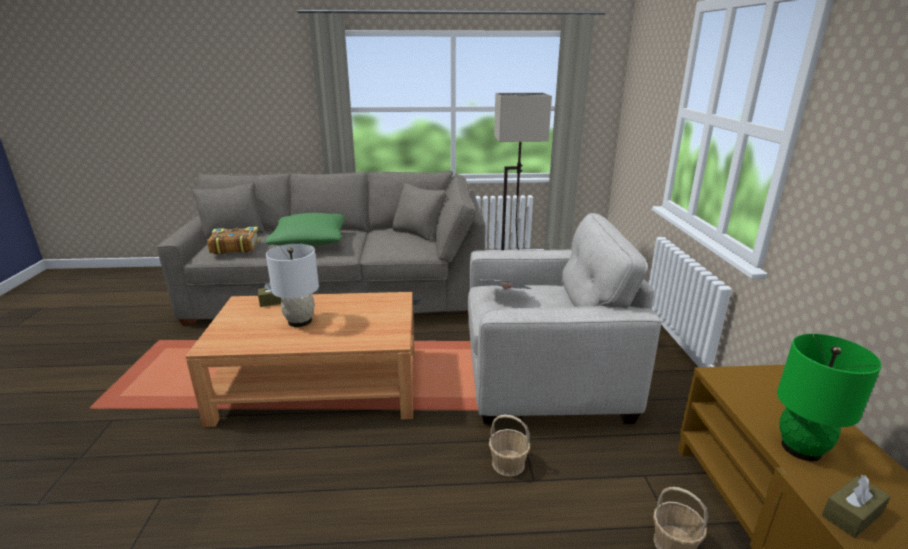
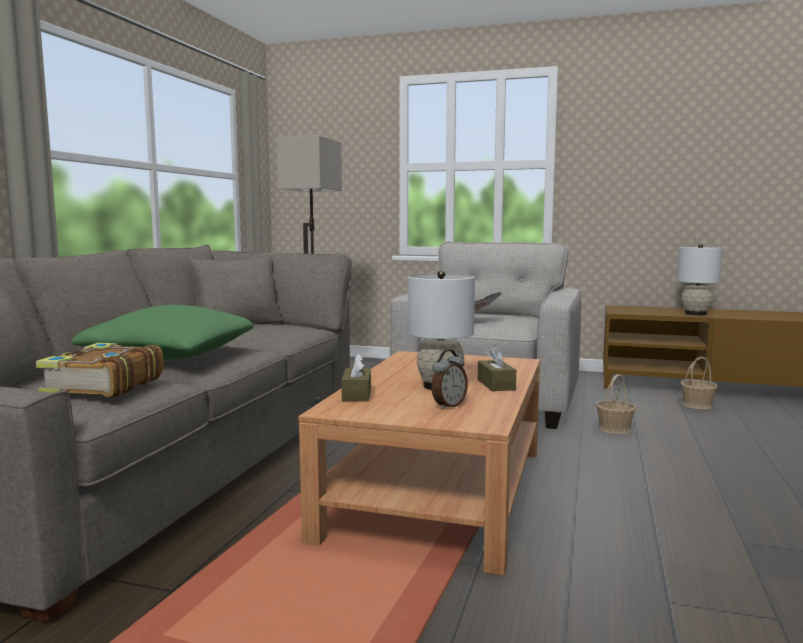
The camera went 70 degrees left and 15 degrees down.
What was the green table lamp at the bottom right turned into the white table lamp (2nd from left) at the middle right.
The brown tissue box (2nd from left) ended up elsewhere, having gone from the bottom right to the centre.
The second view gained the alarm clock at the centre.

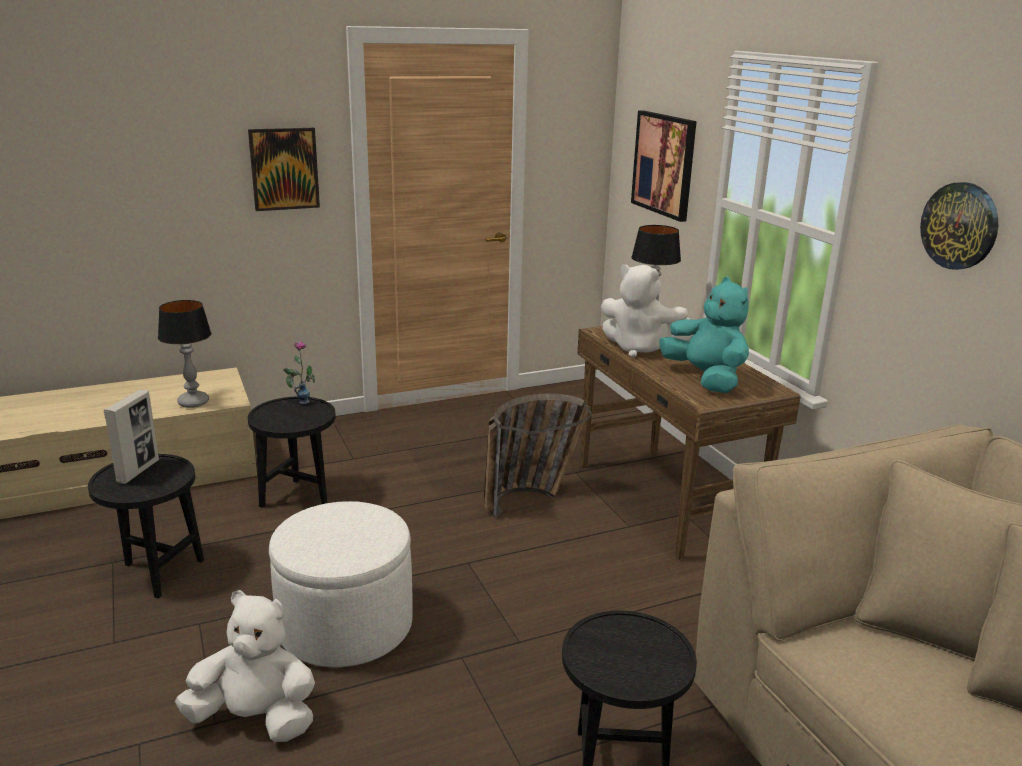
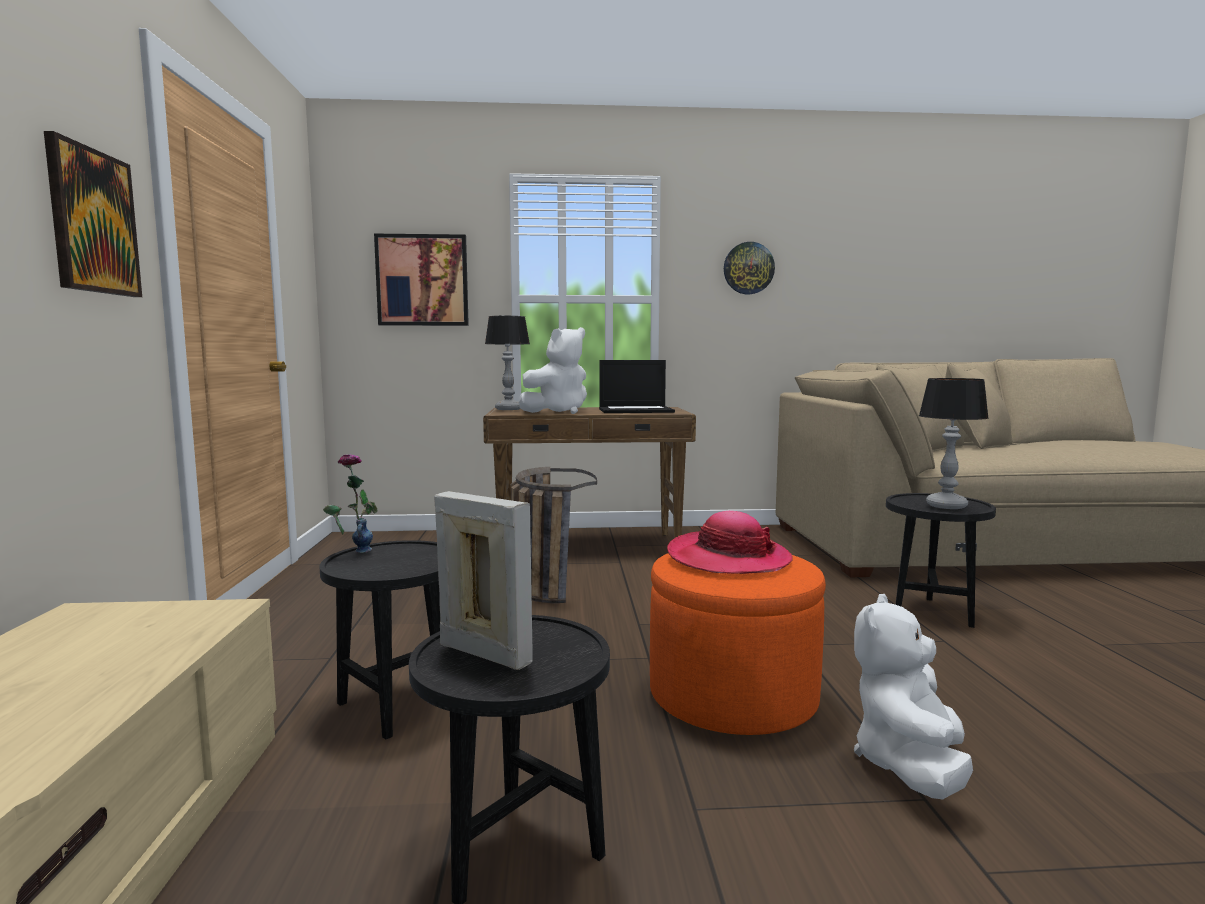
The camera went 70 degrees left and 15 degrees down.
The table lamp (1st from left in the first image) ended up elsewhere, having gone from the middle left to the middle right.
What was the white ottoman at the bottom centre turned into the orange ottoman at the bottom centre.
Where the turquoise plush toy stood at the middle right, the laptop came to stand at the centre.
The second view gained the hat at the centre.

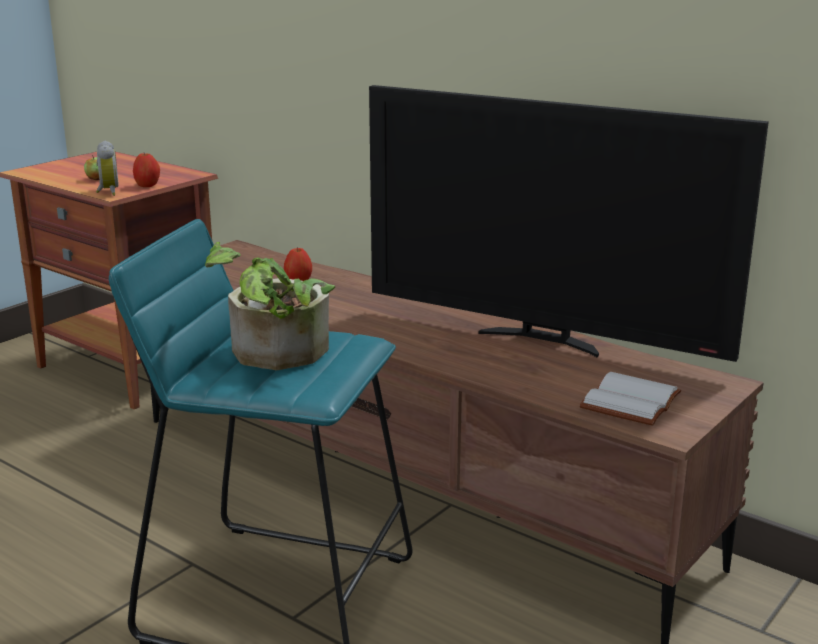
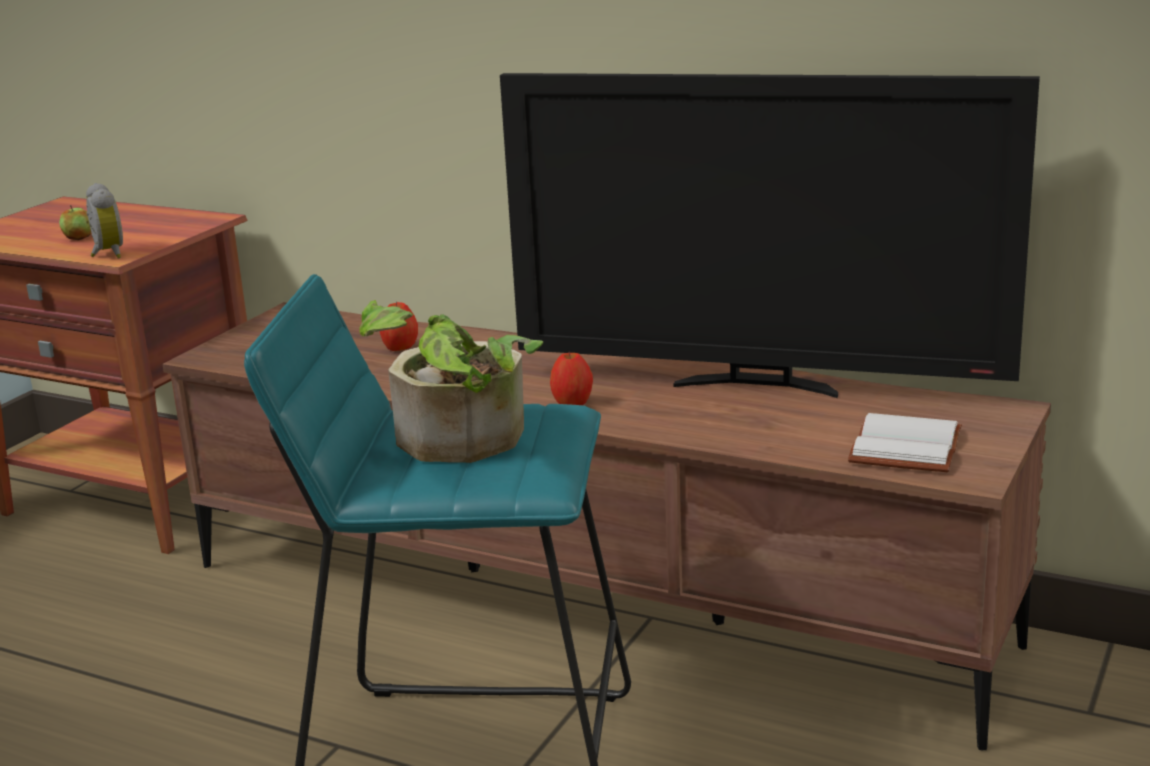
The camera went 10 degrees left and 0 degrees up.
The apple (2nd from left in the first image) ended up elsewhere, having gone from the top left to the centre.

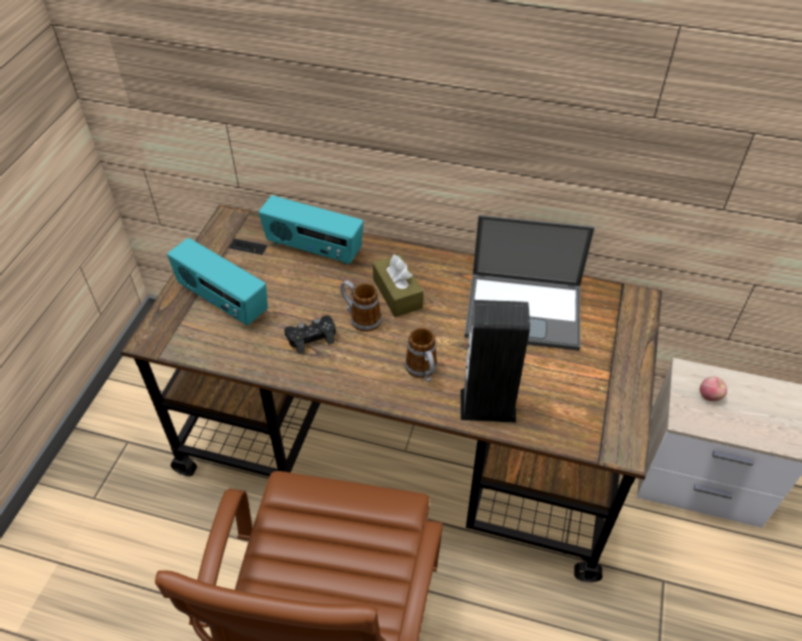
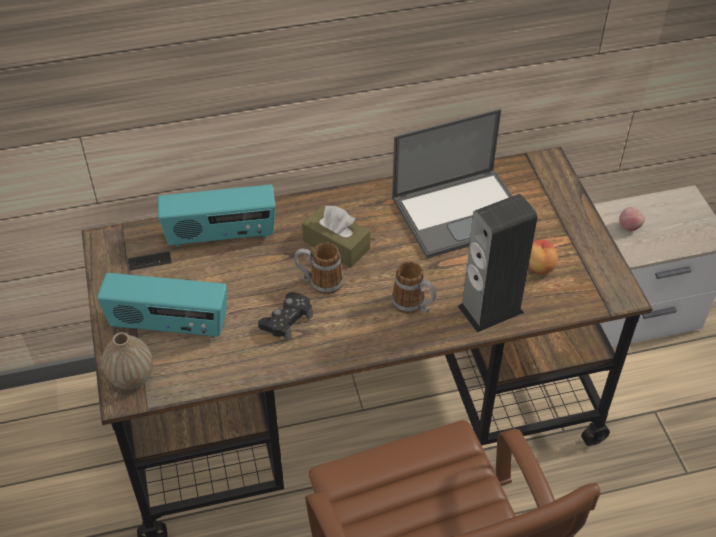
The camera went 30 degrees left and 0 degrees up.
The second view gained the vase at the bottom left.
The second view gained the apple (1st from left) at the middle right.

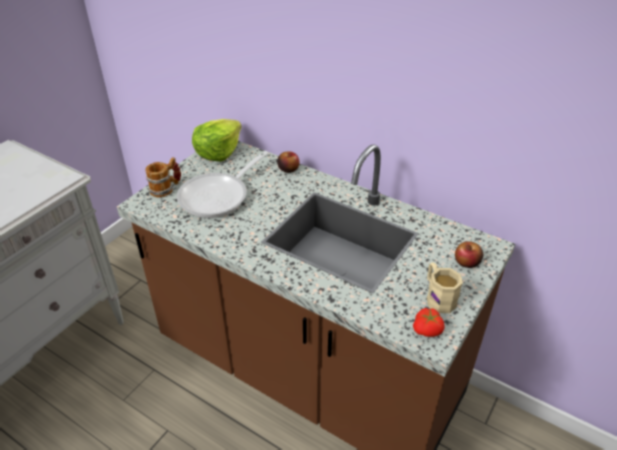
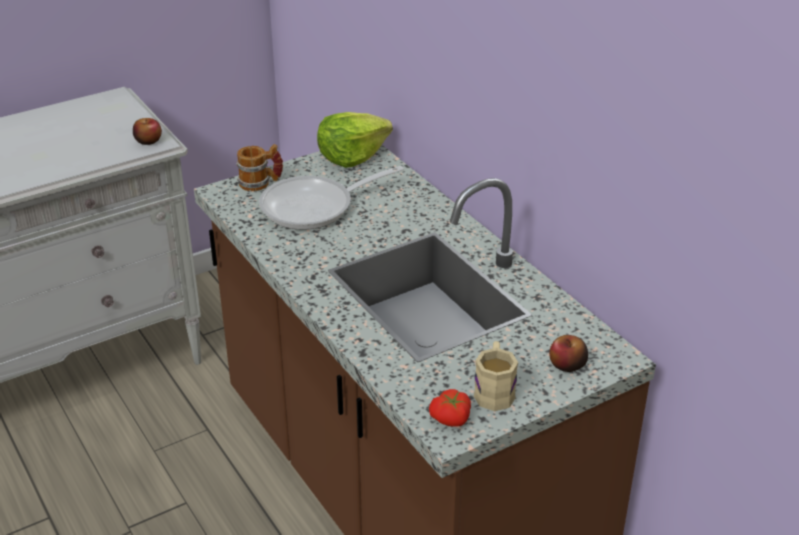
The camera went 25 degrees right and 5 degrees down.
The apple (1st from left) ended up elsewhere, having gone from the centre to the top left.

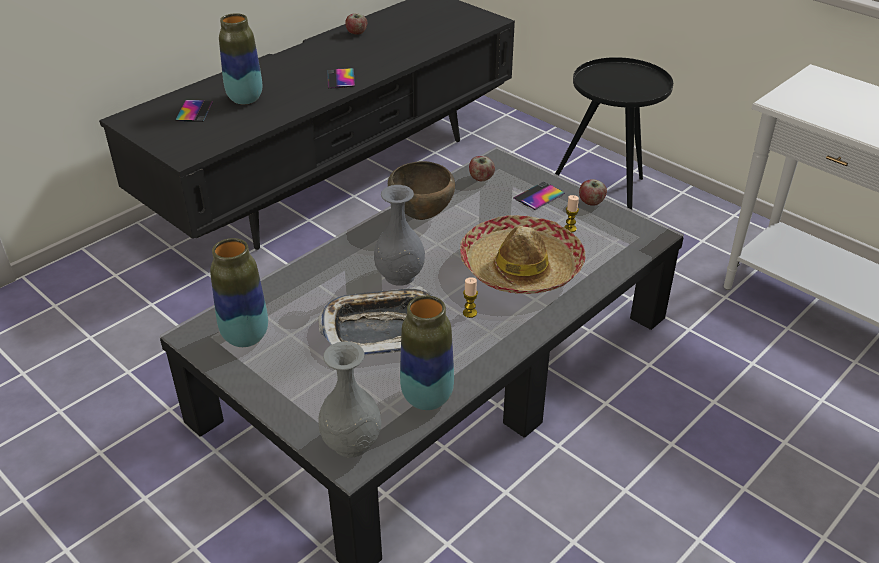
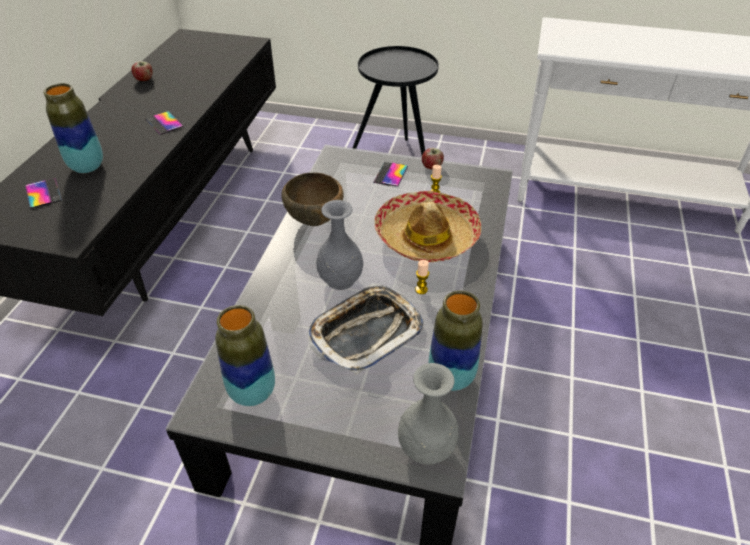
The camera went 30 degrees left and 5 degrees up.
The second view lost the apple (2nd from left) at the top centre.

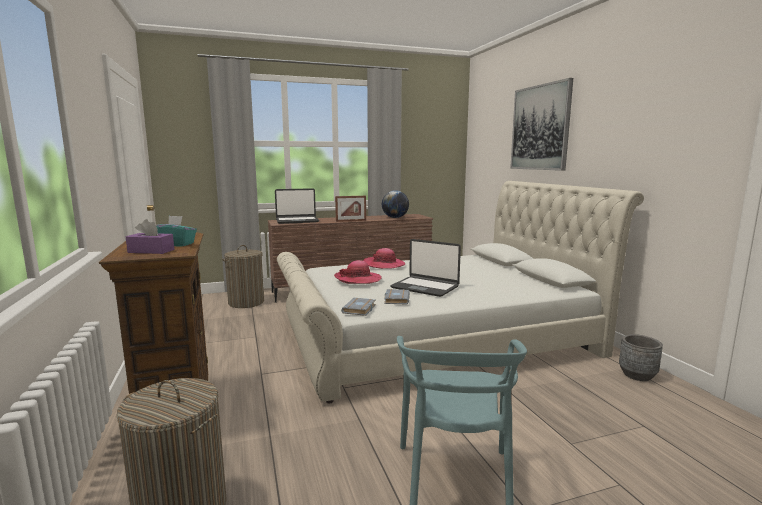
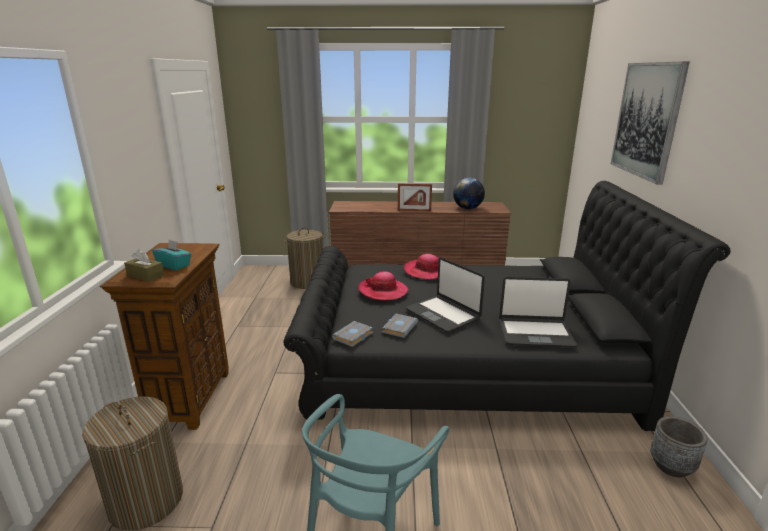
The camera went 20 degrees right and 10 degrees up.
What was the purple tissue box at the middle left turned into the brown tissue box at the middle left.
The laptop (1st from left in the first image) ended up elsewhere, having gone from the centre to the middle right.
What was the beige bed at the centre turned into the black bed at the centre.

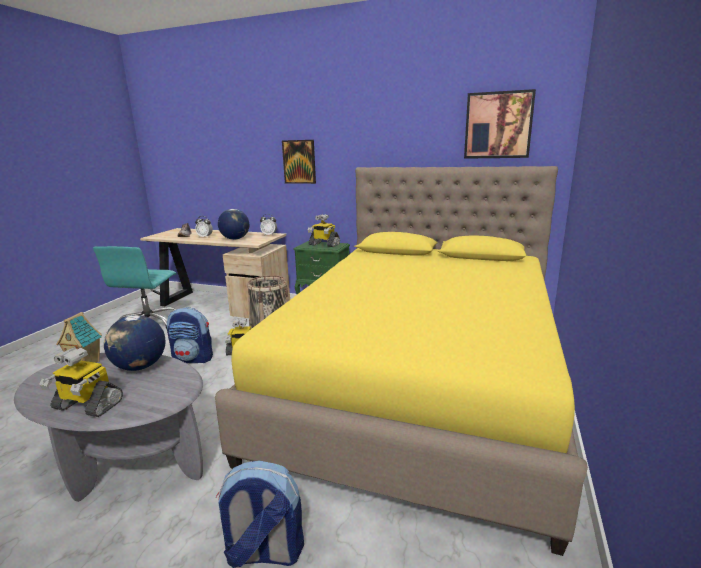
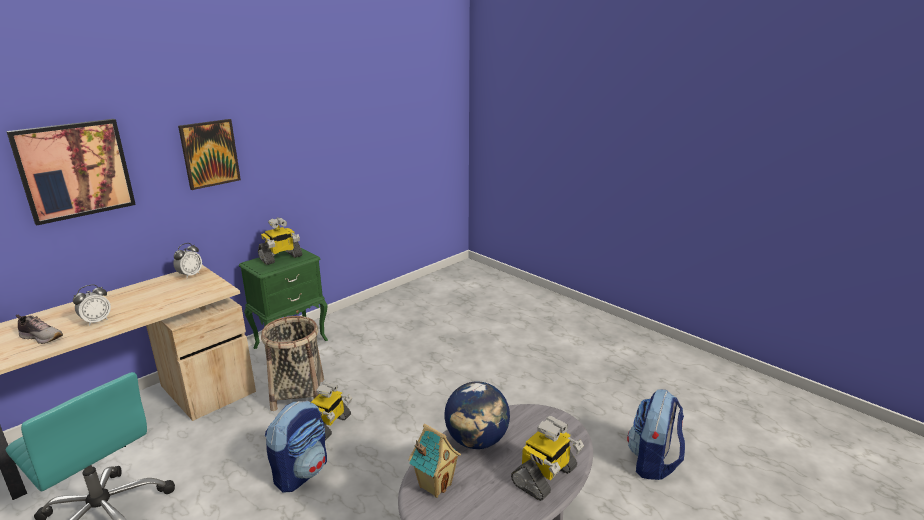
The camera went 65 degrees left and 5 degrees up.
The second view lost the yellow bed at the centre.
The second view lost the globe (2nd from left) at the middle left.
The picture (2nd from left in the first image) ended up elsewhere, having gone from the top right to the top left.

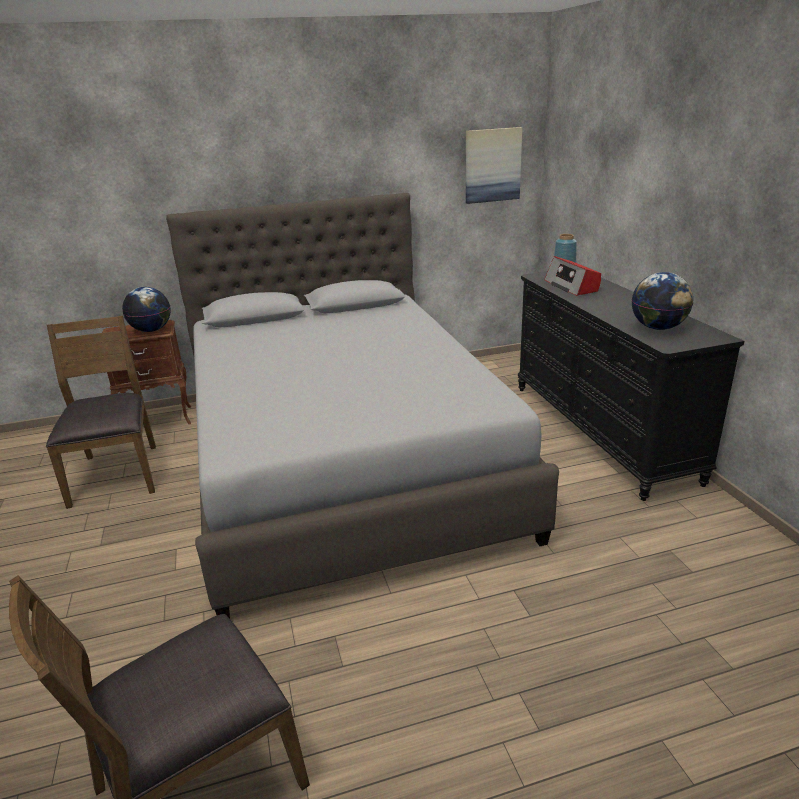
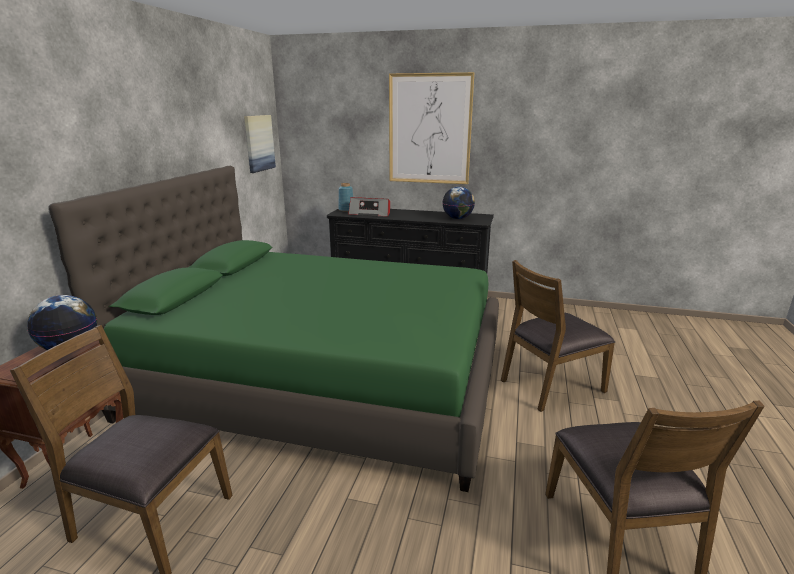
The camera went 60 degrees left and 5 degrees down.
What was the grey bed at the centre turned into the green bed at the centre.
The second view gained the picture (2nd from left) at the top centre.
The second view gained the brown chair (2nd from left) at the middle right.

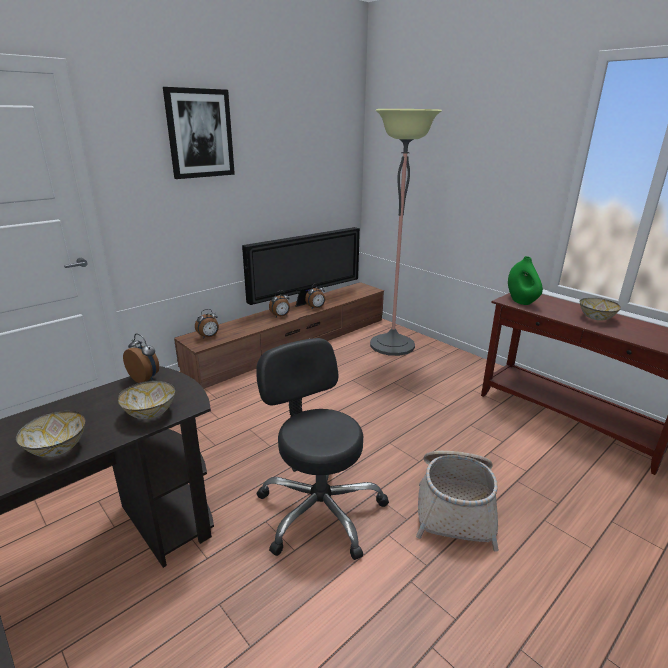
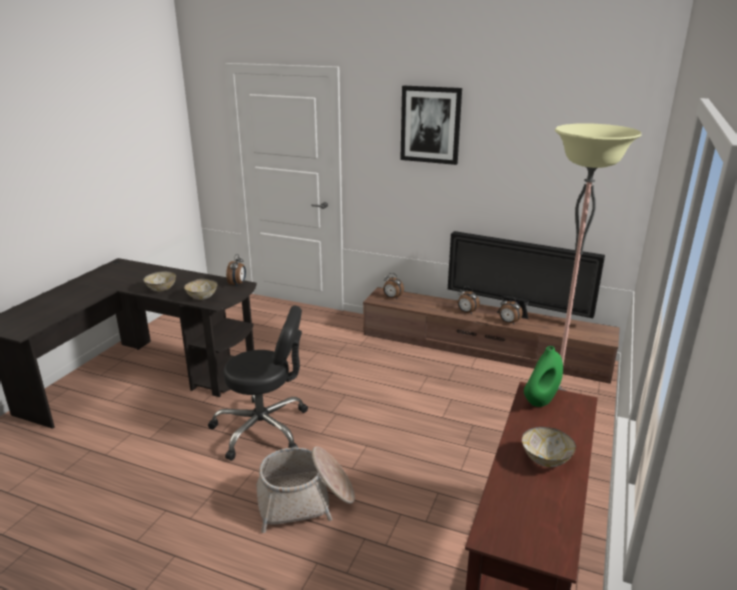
The camera went 65 degrees right and 0 degrees up.
The black office chair at the bottom centre ended up facing another way, 60 degrees clockwise from before.

